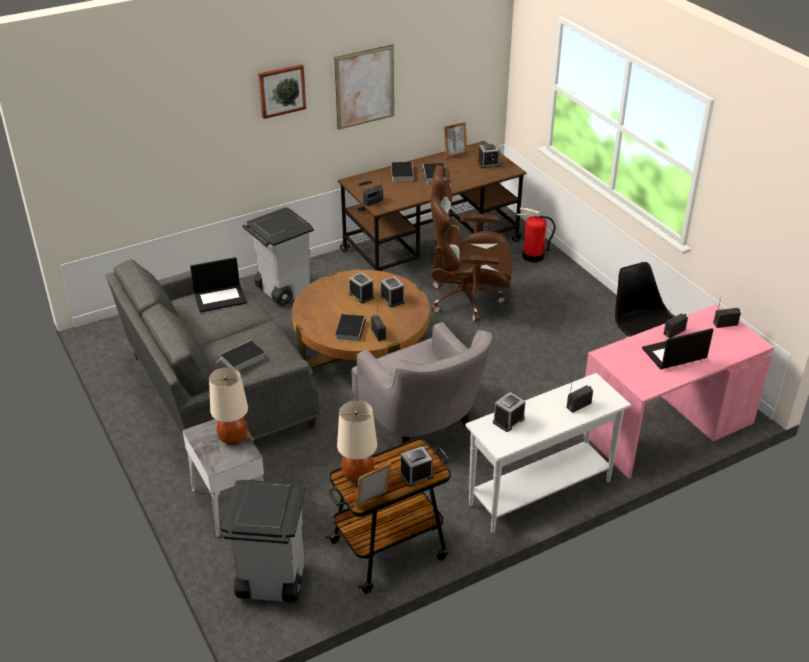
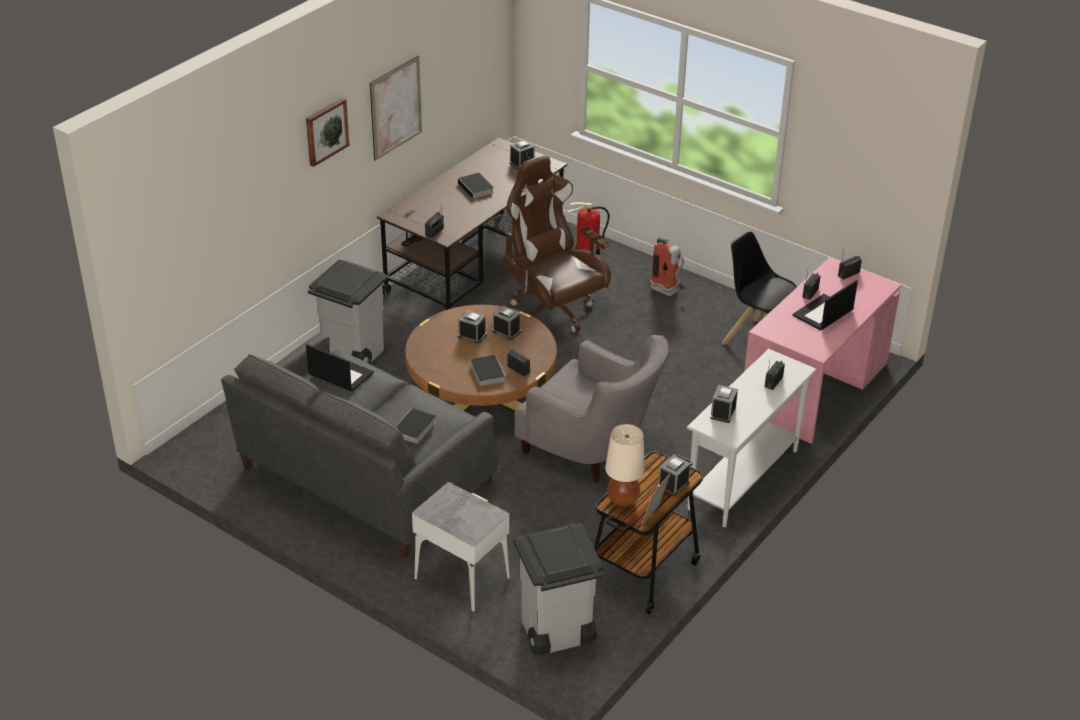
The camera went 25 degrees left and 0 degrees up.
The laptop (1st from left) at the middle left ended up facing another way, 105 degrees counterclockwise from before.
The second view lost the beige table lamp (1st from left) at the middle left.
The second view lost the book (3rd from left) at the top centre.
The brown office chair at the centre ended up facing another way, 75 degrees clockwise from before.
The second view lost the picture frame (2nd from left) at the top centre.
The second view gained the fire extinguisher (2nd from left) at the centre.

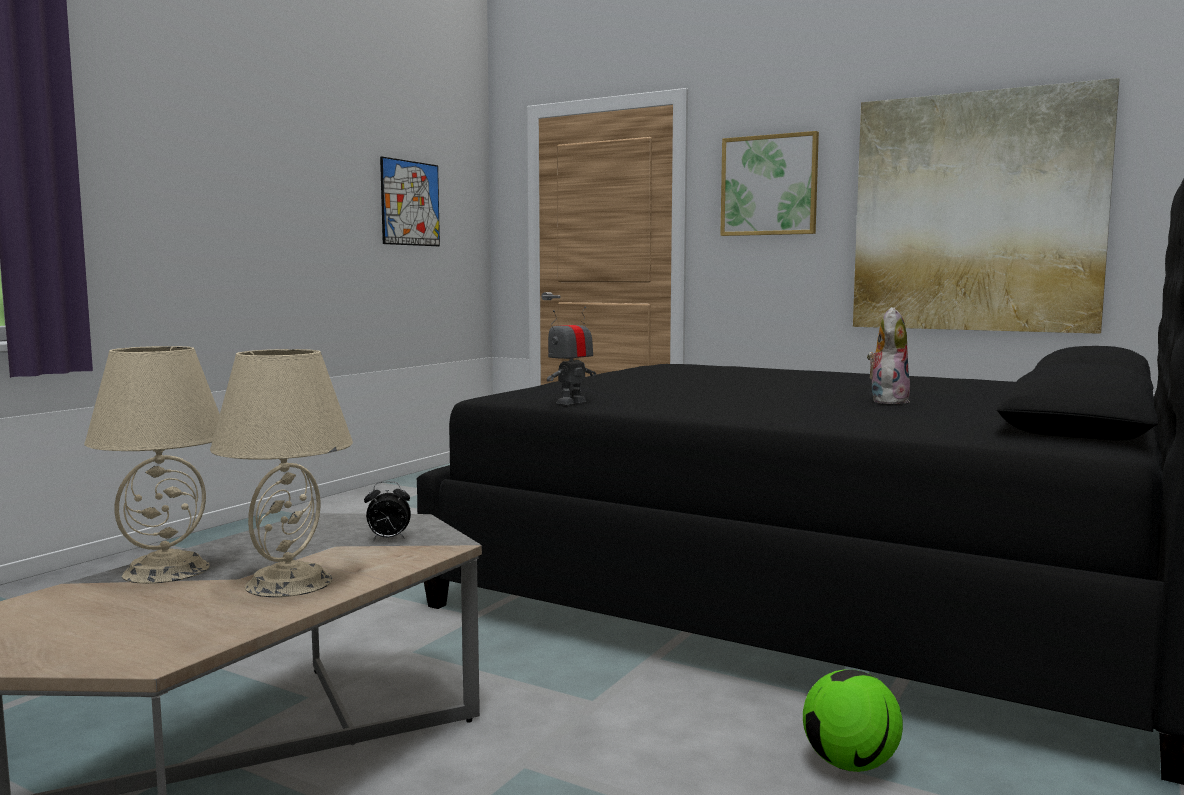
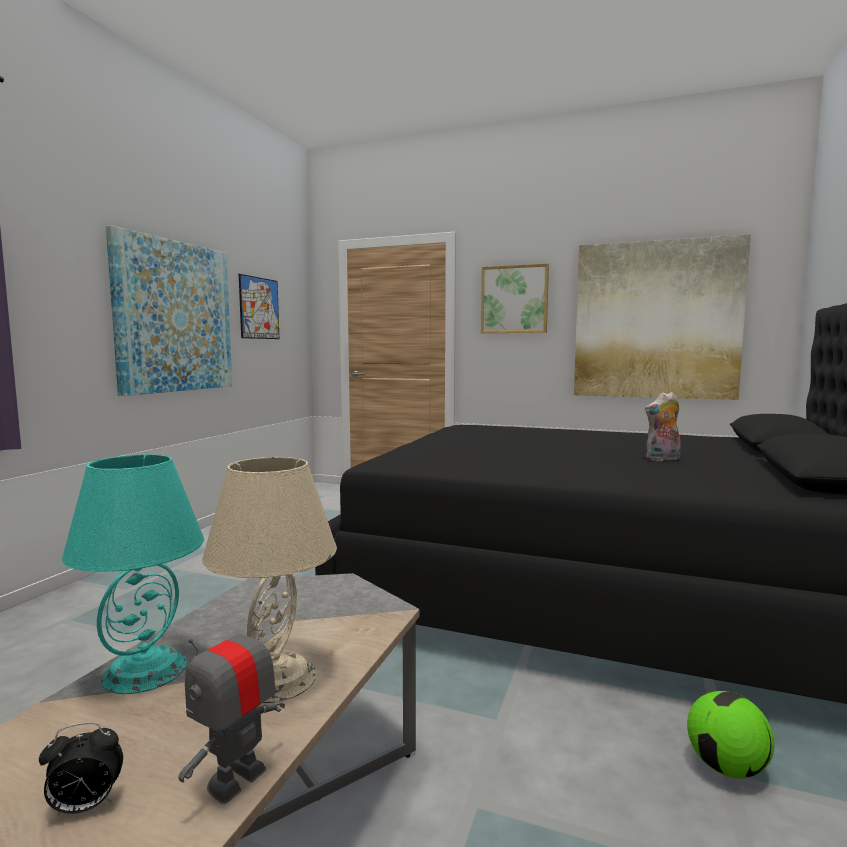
The camera went 10 degrees left and 0 degrees up.
What was the beige table lamp (1st from left) at the middle left turned into the turquoise table lamp at the bottom left.
The alarm clock ended up elsewhere, having gone from the middle left to the bottom left.
The toy robot ended up elsewhere, having gone from the centre to the bottom left.
The plush toy at the middle right ended up facing another way, 120 degrees counterclockwise from before.
The second view gained the picture (1st from left) at the middle left.

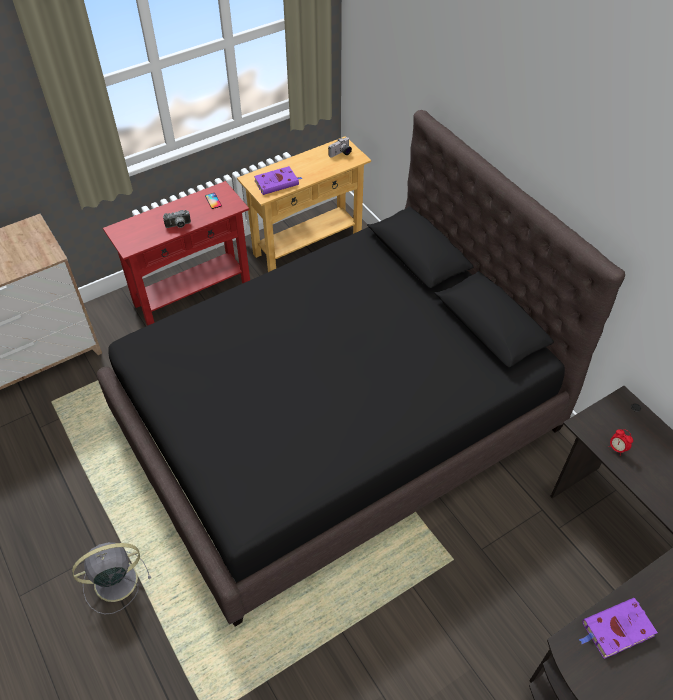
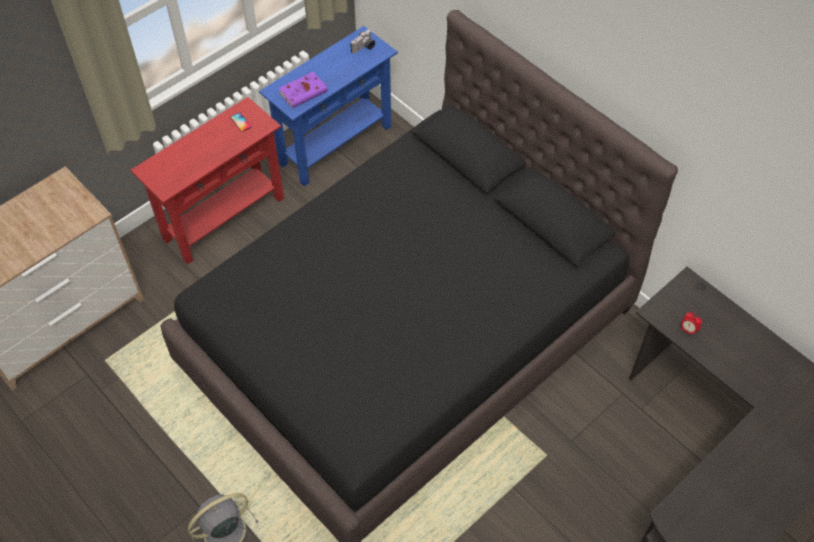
The camera went 10 degrees left and 5 degrees up.
The second view lost the photo camera (1st from left) at the top left.
What was the beige console table at the top centre turned into the blue console table at the top centre.
The second view lost the purple book (2nd from left) at the bottom right.

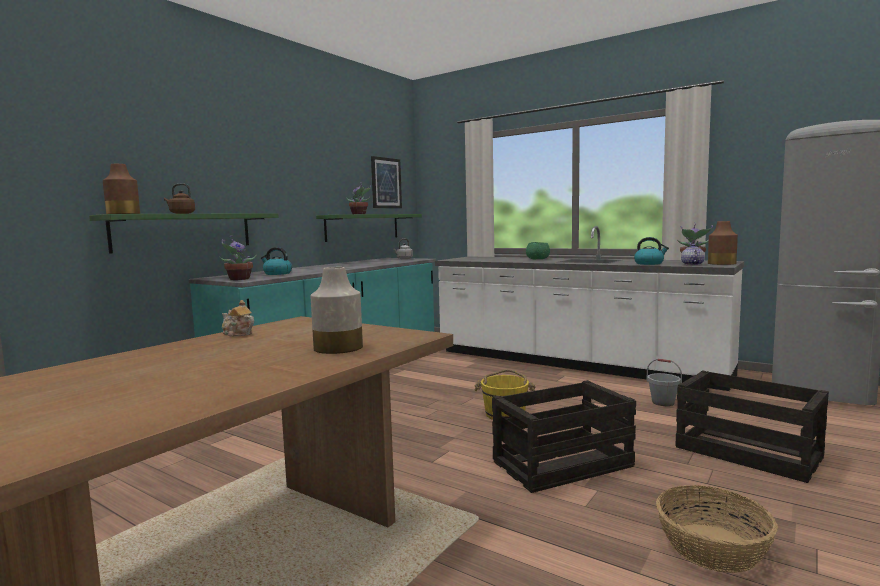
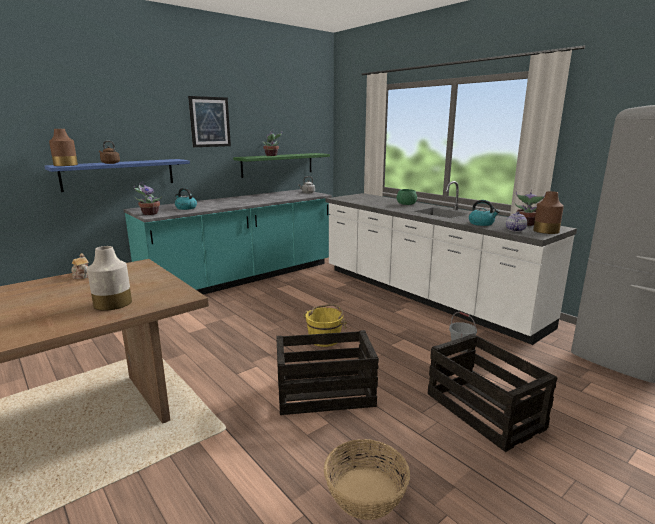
The camera went 15 degrees right and 10 degrees up.
What was the green shelf (1st from left) at the middle left turned into the blue shelf at the middle left.
The picture ended up elsewhere, having gone from the top centre to the top left.

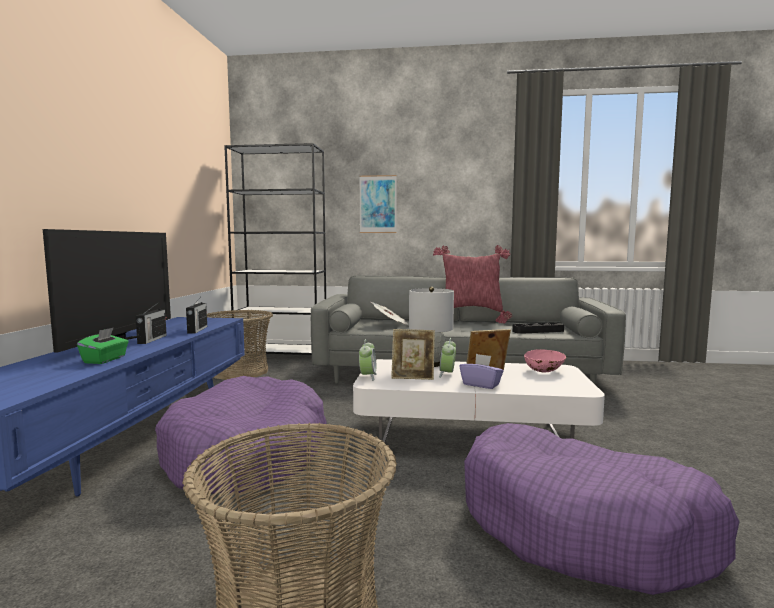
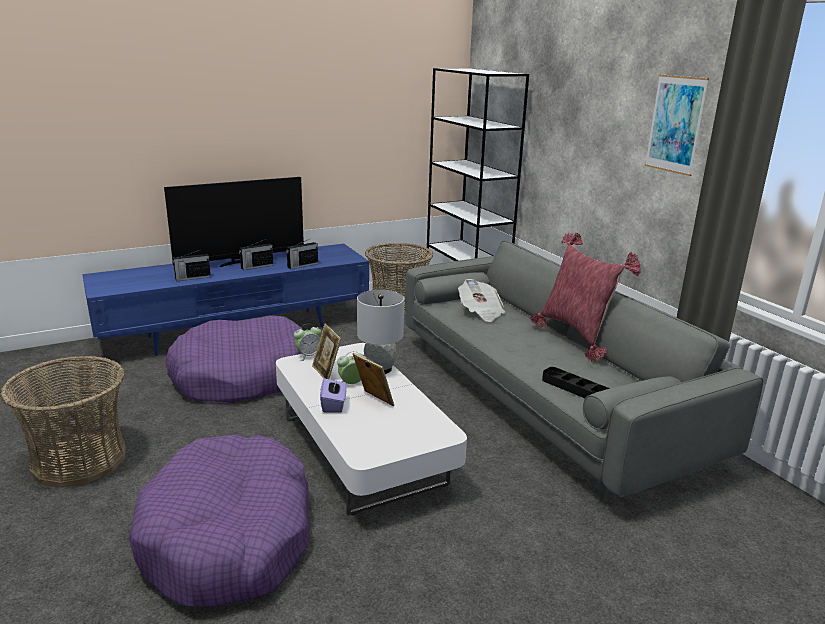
The camera went 55 degrees right and 15 degrees up.
Where the green tissue box stood at the middle left, the radio (1st from left) came to stand at the middle left.
The picture ended up elsewhere, having gone from the centre to the top right.
The second view lost the pink bowl at the middle right.

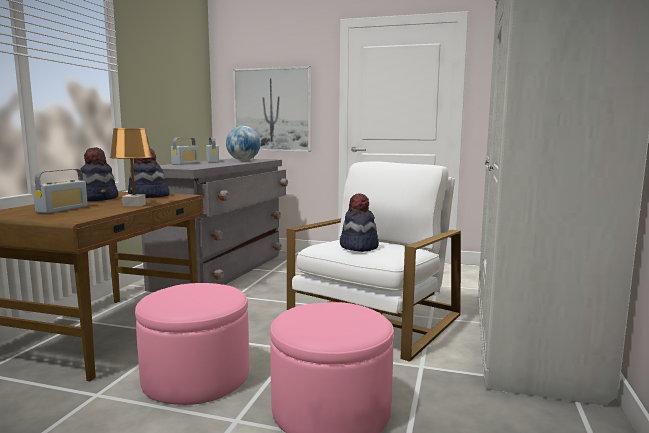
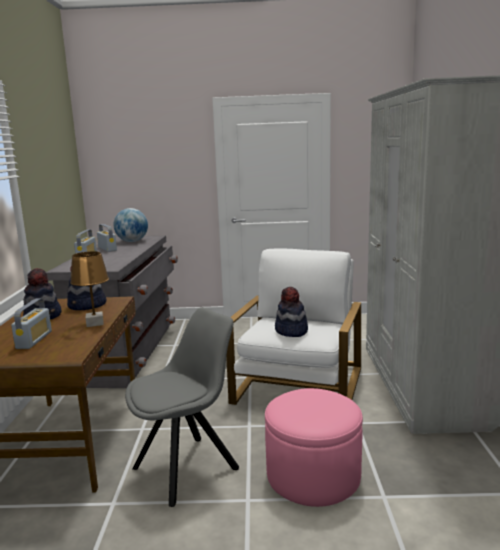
The camera went 15 degrees left and 5 degrees up.
Where the pink ottoman (1st from left) stood at the bottom left, the grey chair came to stand at the bottom centre.
The second view lost the picture at the top centre.

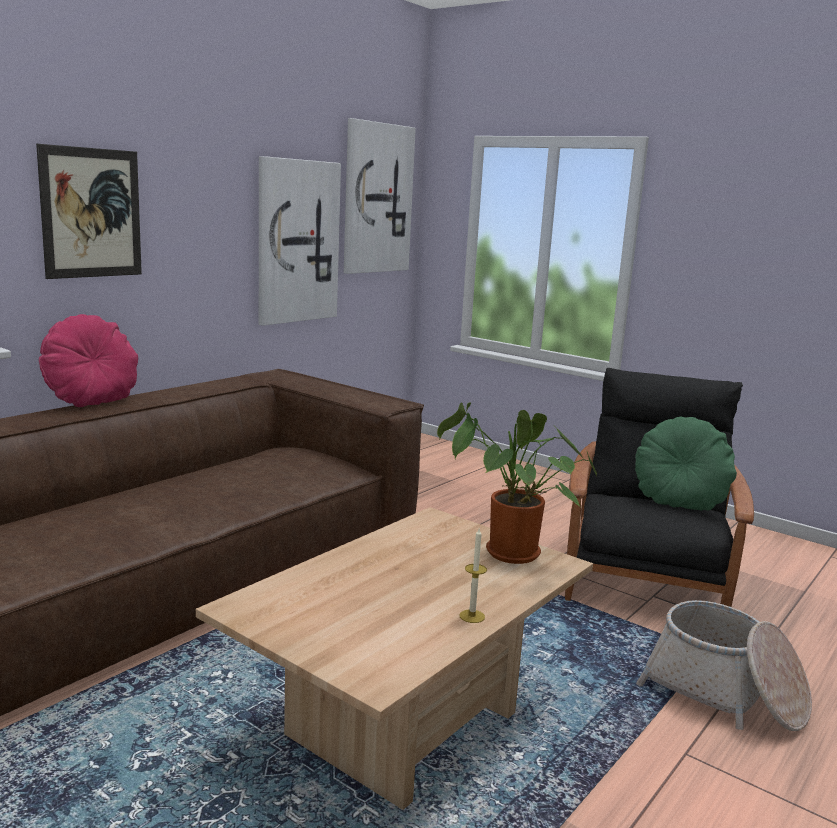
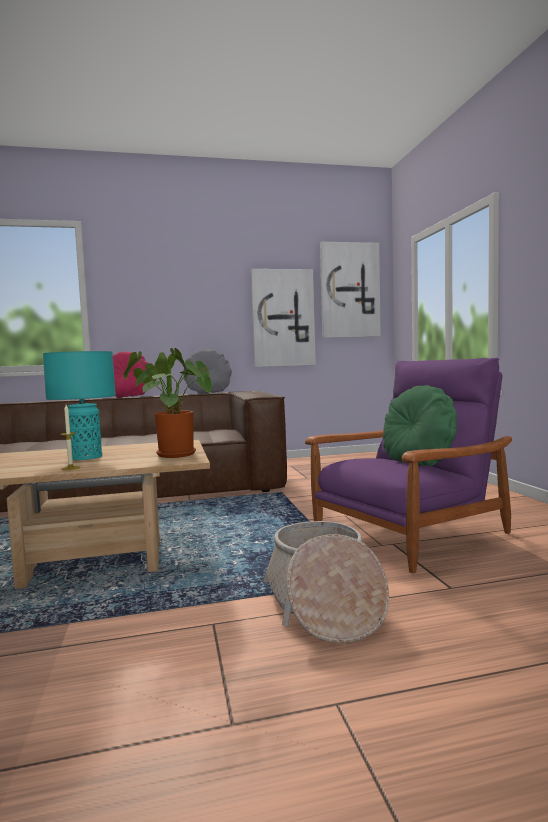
The camera went 40 degrees right and 10 degrees down.
The second view lost the picture (1st from left) at the top left.
What was the black armchair at the middle right turned into the purple armchair at the middle right.
The second view gained the turquoise table lamp at the middle left.
The second view gained the grey pillow at the centre.

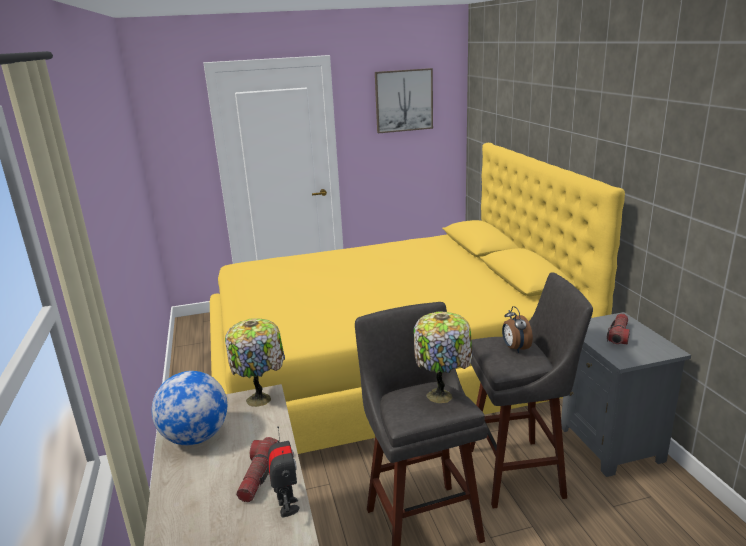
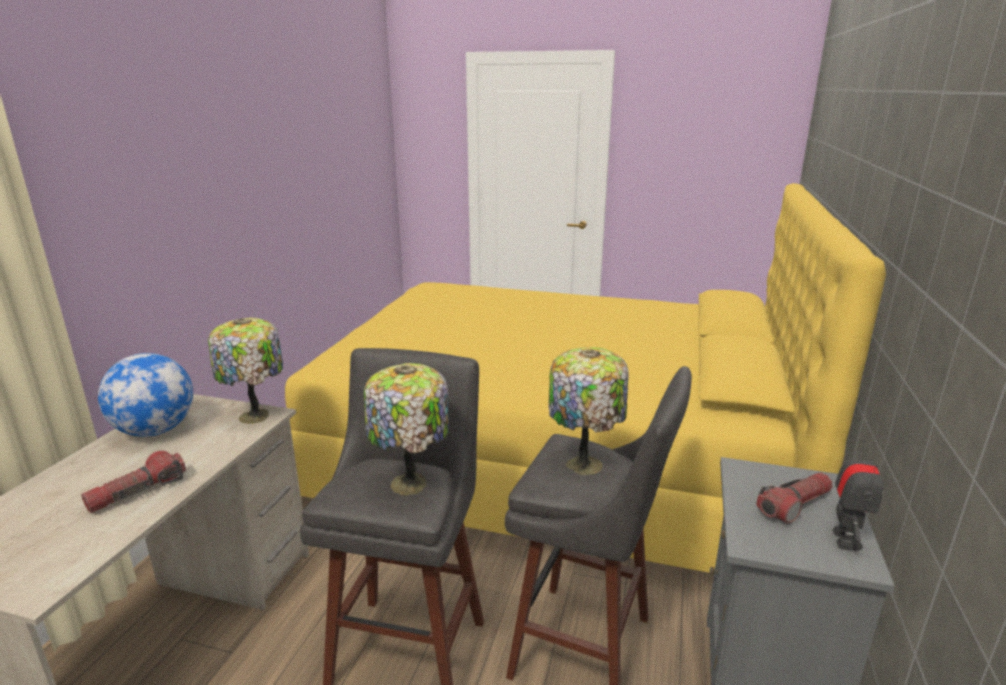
The camera went 30 degrees right and 0 degrees up.
The toy robot ended up elsewhere, having gone from the bottom centre to the bottom right.
The second view lost the picture at the top centre.
Where the alarm clock stood at the middle right, the table lamp (3rd from left) came to stand at the centre.

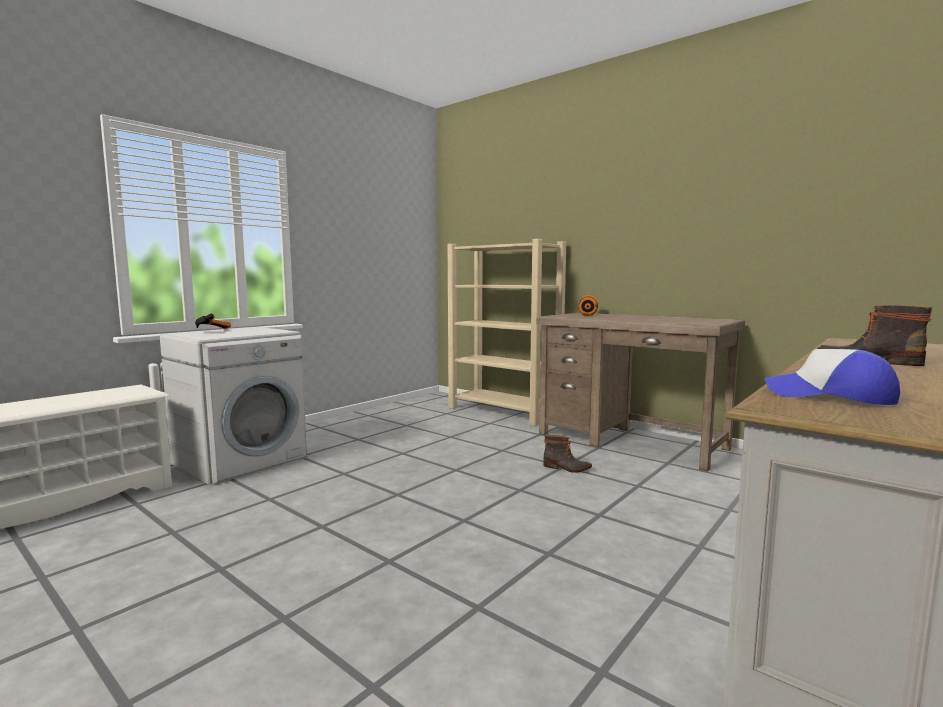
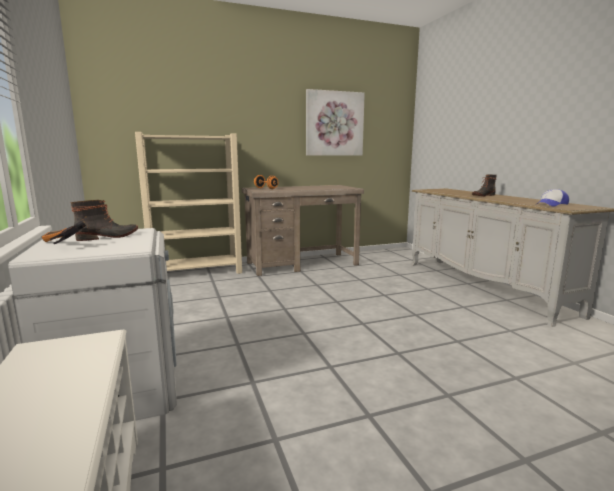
The camera went 60 degrees left and 5 degrees up.
The boot (1st from left) ended up elsewhere, having gone from the centre to the middle left.
The second view gained the picture at the top centre.

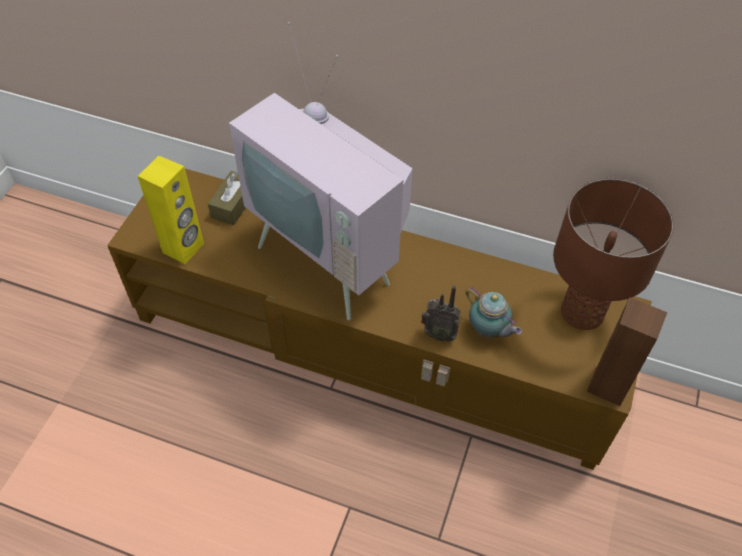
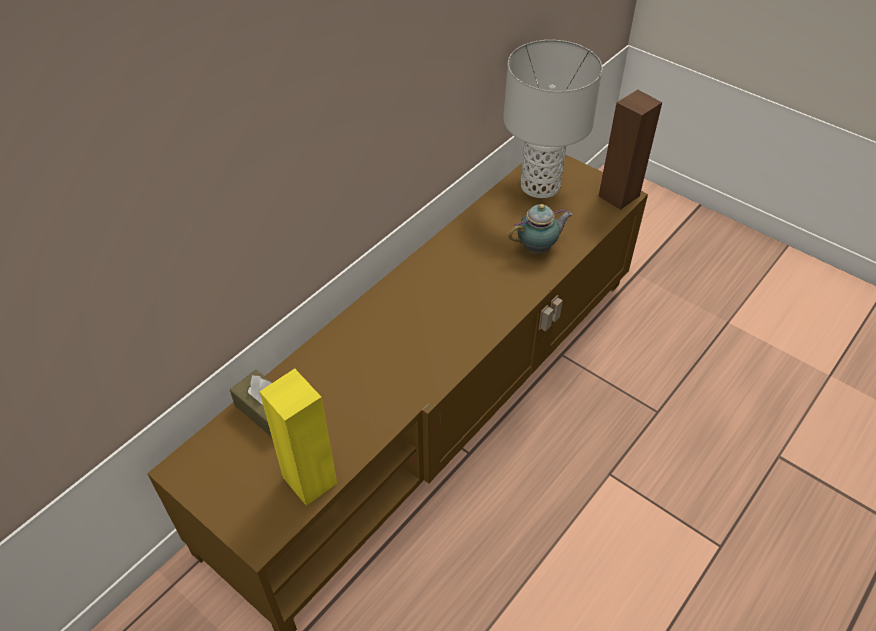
The camera went 70 degrees left and 5 degrees down.
The second view lost the television at the top centre.
The second view lost the radio at the centre.
What was the brown table lamp at the middle right turned into the white table lamp at the top centre.

